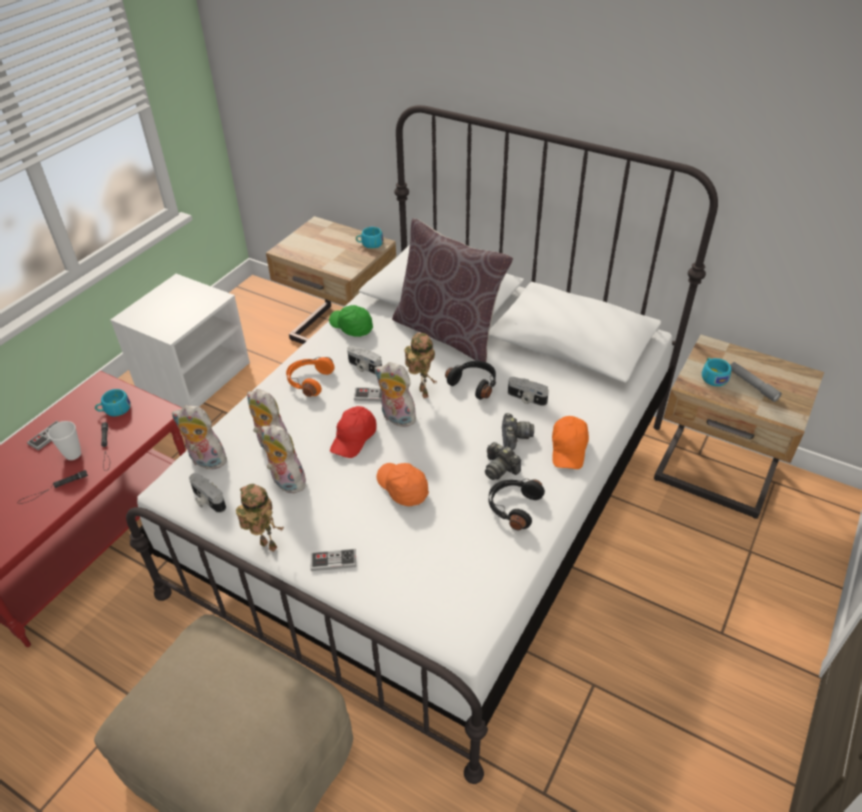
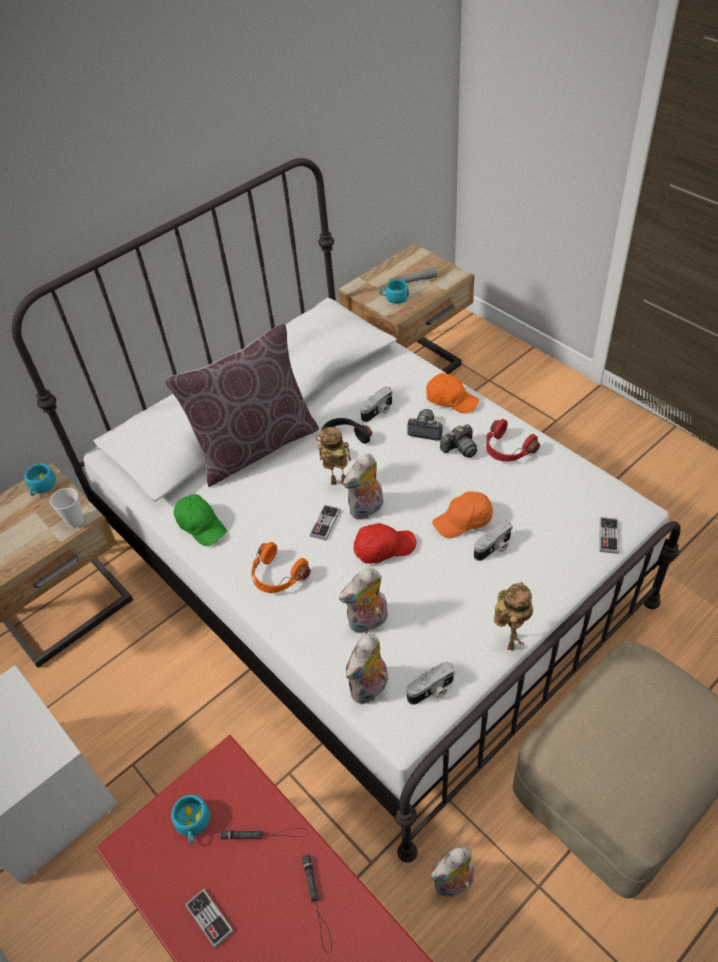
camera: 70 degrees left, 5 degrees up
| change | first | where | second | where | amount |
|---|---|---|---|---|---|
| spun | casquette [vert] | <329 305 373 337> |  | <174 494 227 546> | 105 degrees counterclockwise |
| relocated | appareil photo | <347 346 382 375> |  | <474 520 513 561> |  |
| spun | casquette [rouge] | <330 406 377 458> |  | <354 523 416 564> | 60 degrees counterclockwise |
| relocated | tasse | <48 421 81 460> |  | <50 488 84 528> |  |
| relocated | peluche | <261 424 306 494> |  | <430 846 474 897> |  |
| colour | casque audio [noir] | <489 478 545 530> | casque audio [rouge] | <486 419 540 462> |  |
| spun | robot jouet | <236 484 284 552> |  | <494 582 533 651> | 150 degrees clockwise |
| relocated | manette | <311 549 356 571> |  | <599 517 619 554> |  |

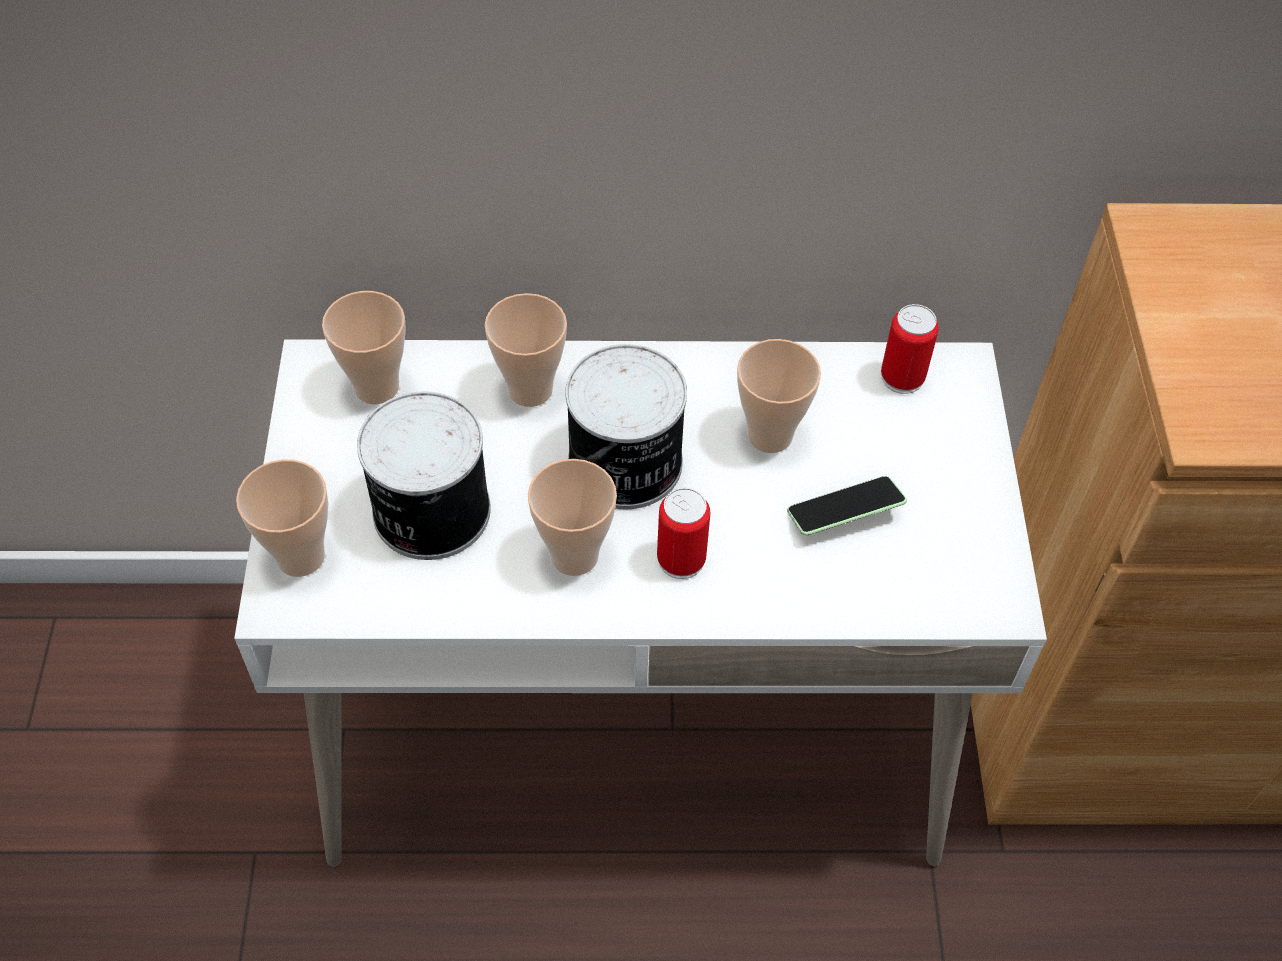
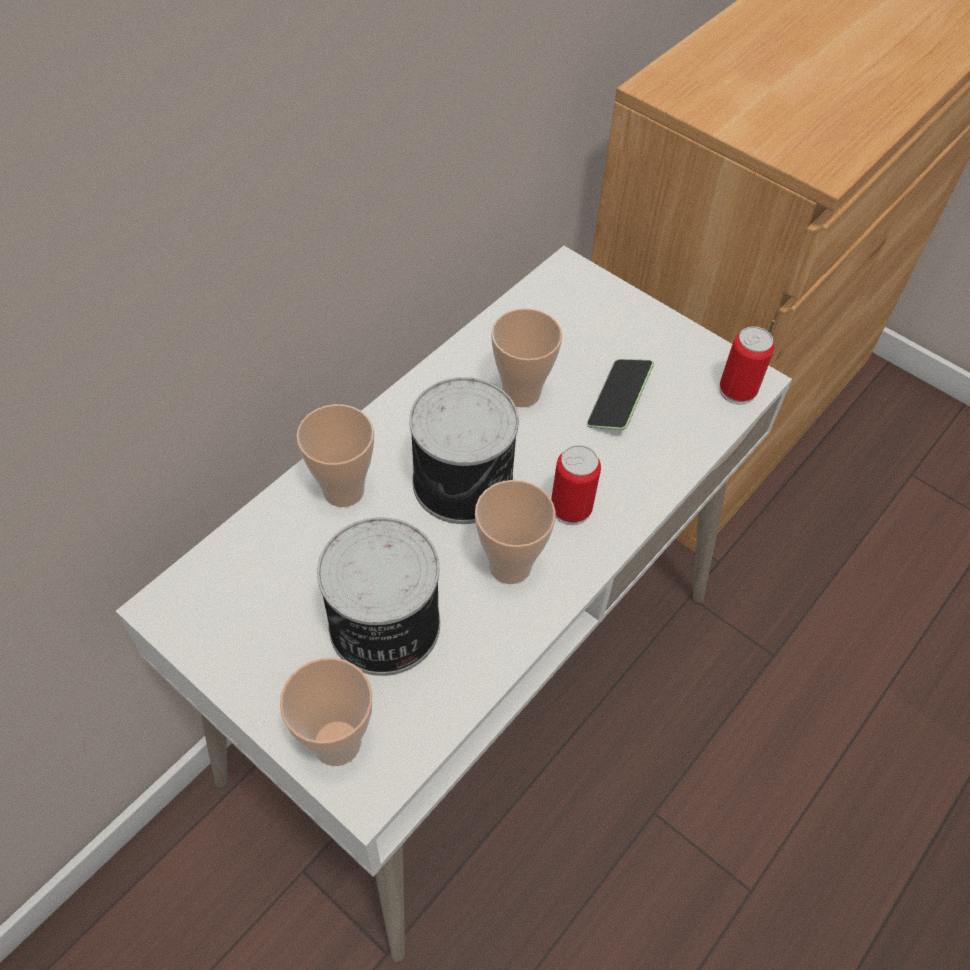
camera: 50 degrees left, 0 degrees up
| change | first | where | second | where | amount |
|---|---|---|---|---|---|
| missing | tasse | <322 291 406 404> |  |  |  |
| relocated | boîte métallique | <881 304 939 394> |  | <720 326 774 405> |  |

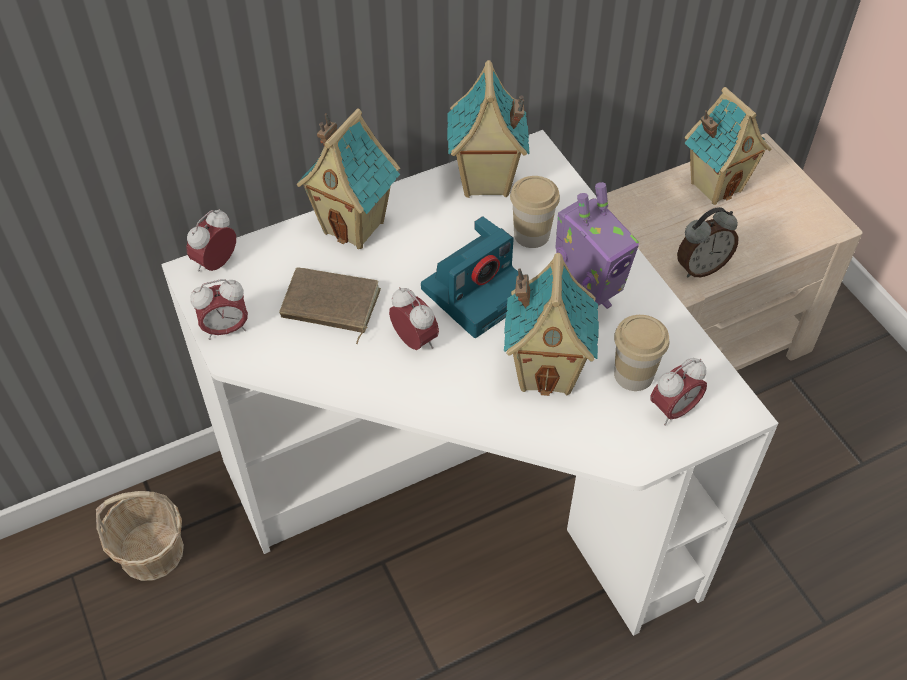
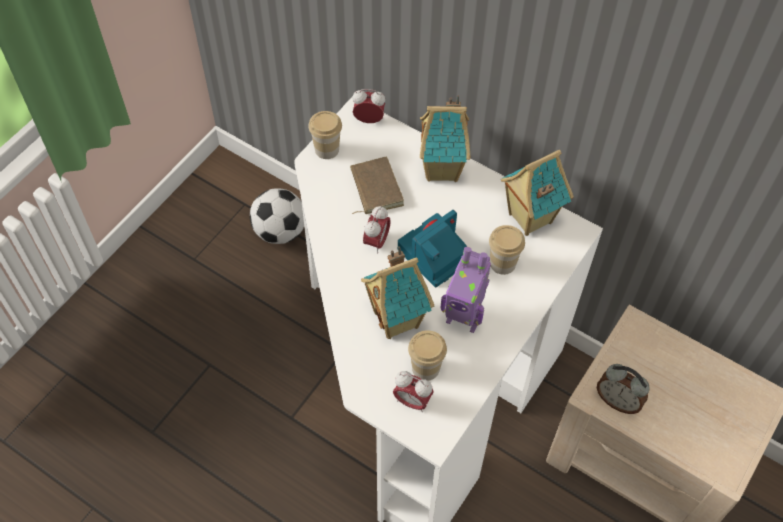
camera: 60 degrees right, 5 degrees up
| change | first | where | second | where | amount |
|---|---|---|---|---|---|
| missing | maison miniature | <685 87 771 205> |  |  |  |
| spun | appareil photo | <421 217 519 338> |  | <398 210 468 287> | 120 degrees clockwise |
| exchanged | réveil | <190 279 248 340> | tasse | <308 111 342 159> |  |
| exchanged | panier | <96 491 184 581> | ballon de foot | <250 188 304 244> |  |

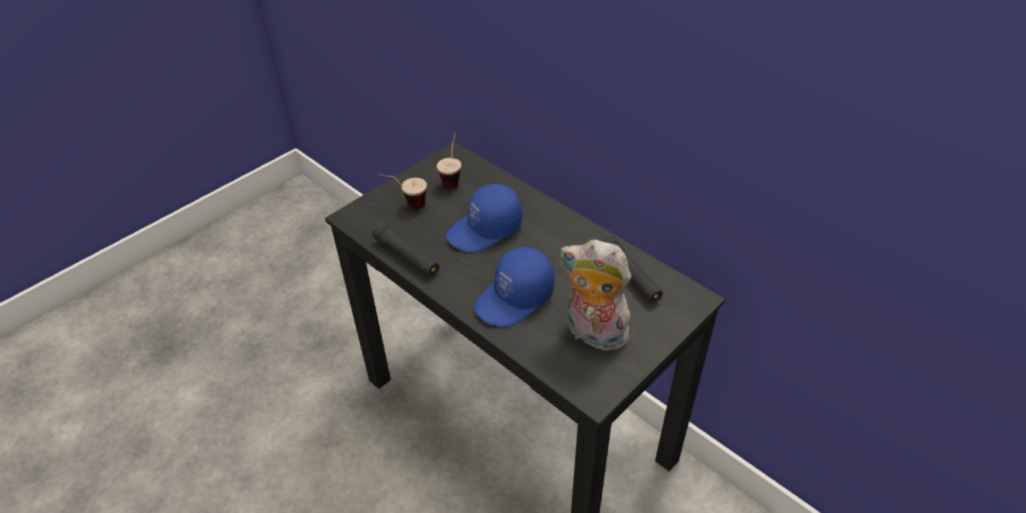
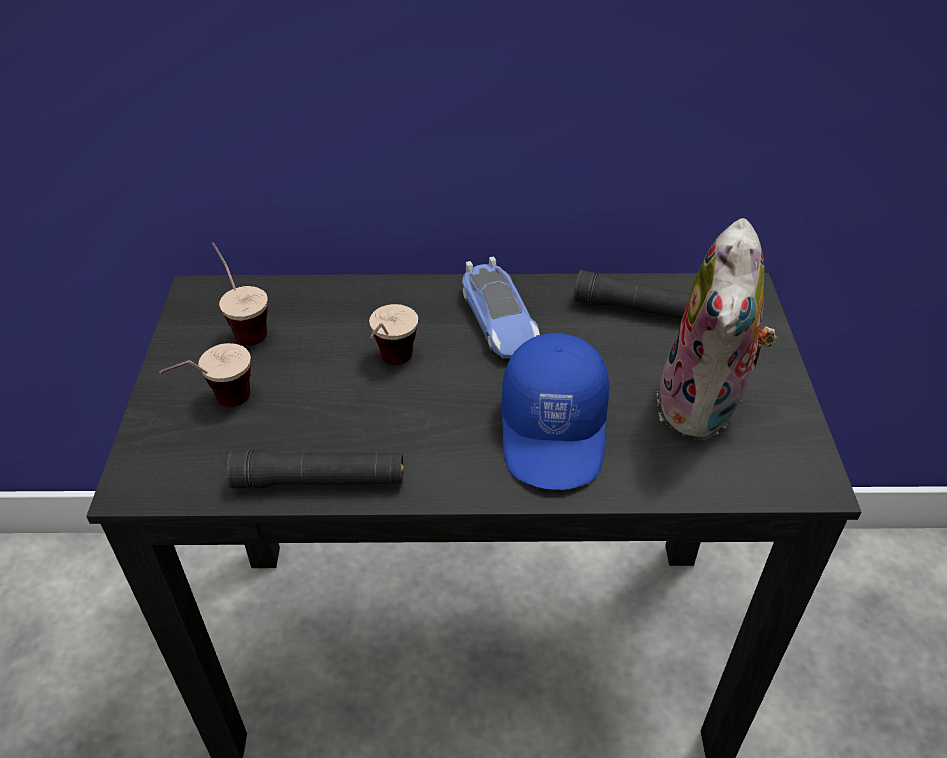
camera: 45 degrees left, 0 degrees up
| change | first | where | second | where | amount |
|---|---|---|---|---|---|
| exchanged | casquette [bleu] | <446 184 522 253> | tasse | <369 304 418 365> |  |
| spun | peluche | <560 240 632 353> |  | <657 218 778 440> | 60 degrees counterclockwise |
| appeared |  |  | petite voiture | <462 256 540 359> |  |

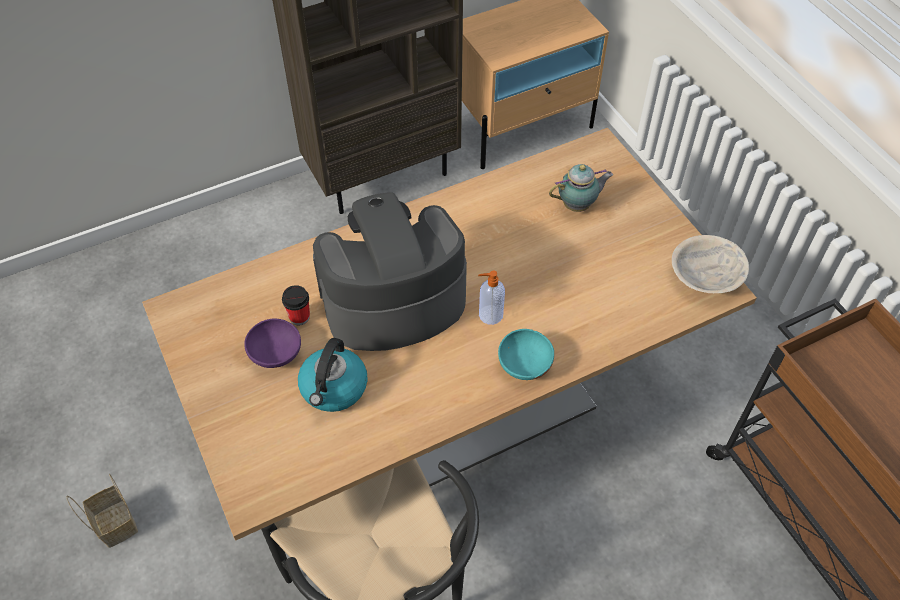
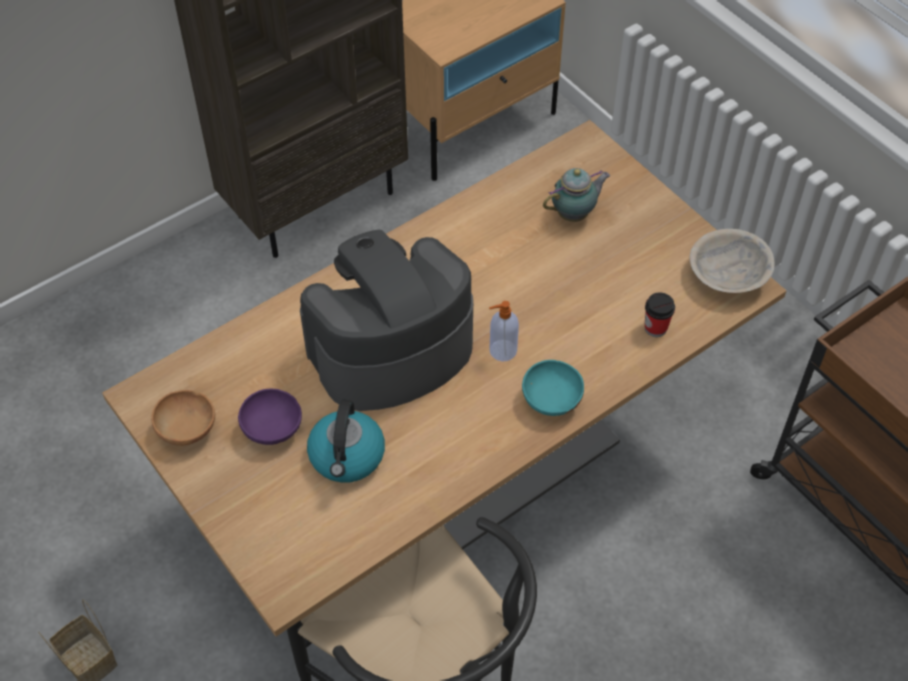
camera: 10 degrees left, 0 degrees up
| change | first | where | second | where | amount |
|---|---|---|---|---|---|
| relocated | tasse | <282 285 310 325> |  | <645 292 675 337> |  |
| appeared |  |  | bol [marron] | <151 390 215 446> |  |

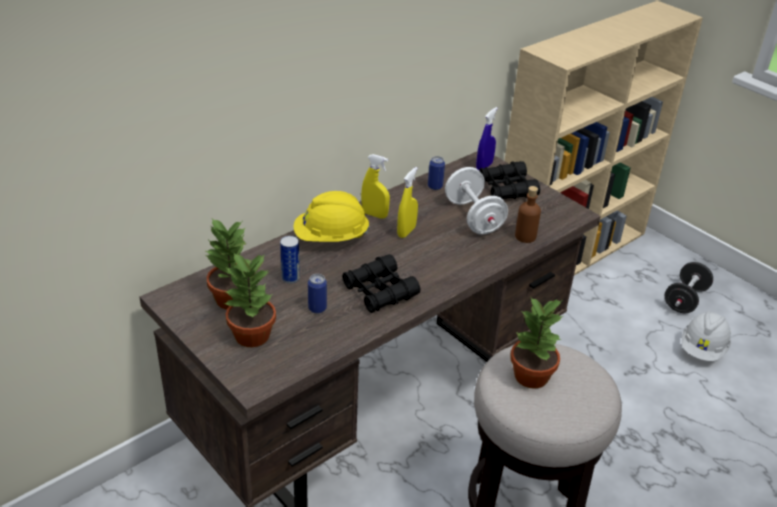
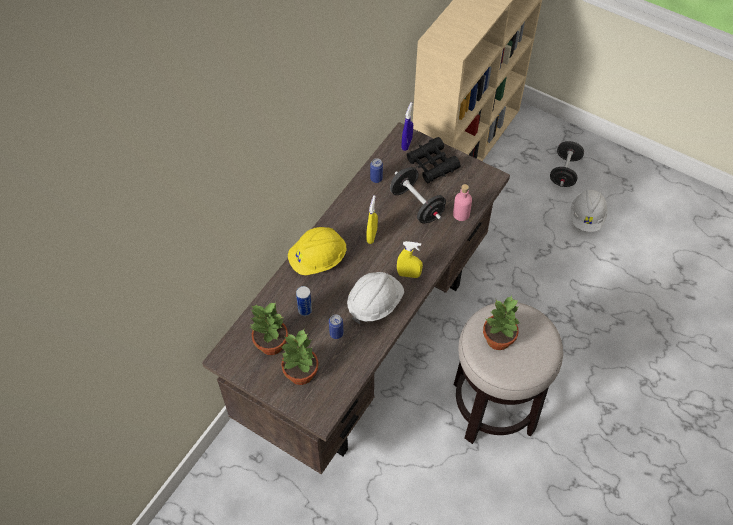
camera: 15 degrees left, 20 degrees up
| change | first | where | second | where | amount |
|---|---|---|---|---|---|
| relocated | vaporisateur [jaune] | <361 154 390 218> |  | <397 241 423 278> |  |
| colour | haltère [blanc] | <445 167 508 235> | haltère [noir] | <390 167 446 223> |  |
| colour | bouteille [marron] | <515 186 541 243> | bouteille [rose] | <453 184 472 221> |  |
| exchanged | jumelles [noir] | <343 254 420 313> | casque de chantier [blanc] | <347 272 404 324> |  |

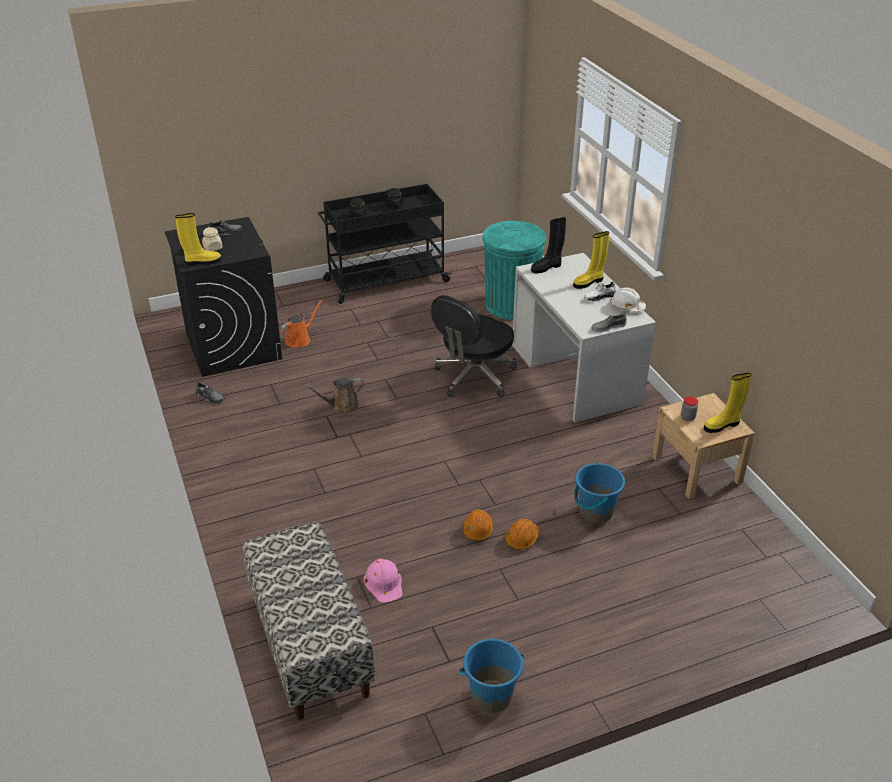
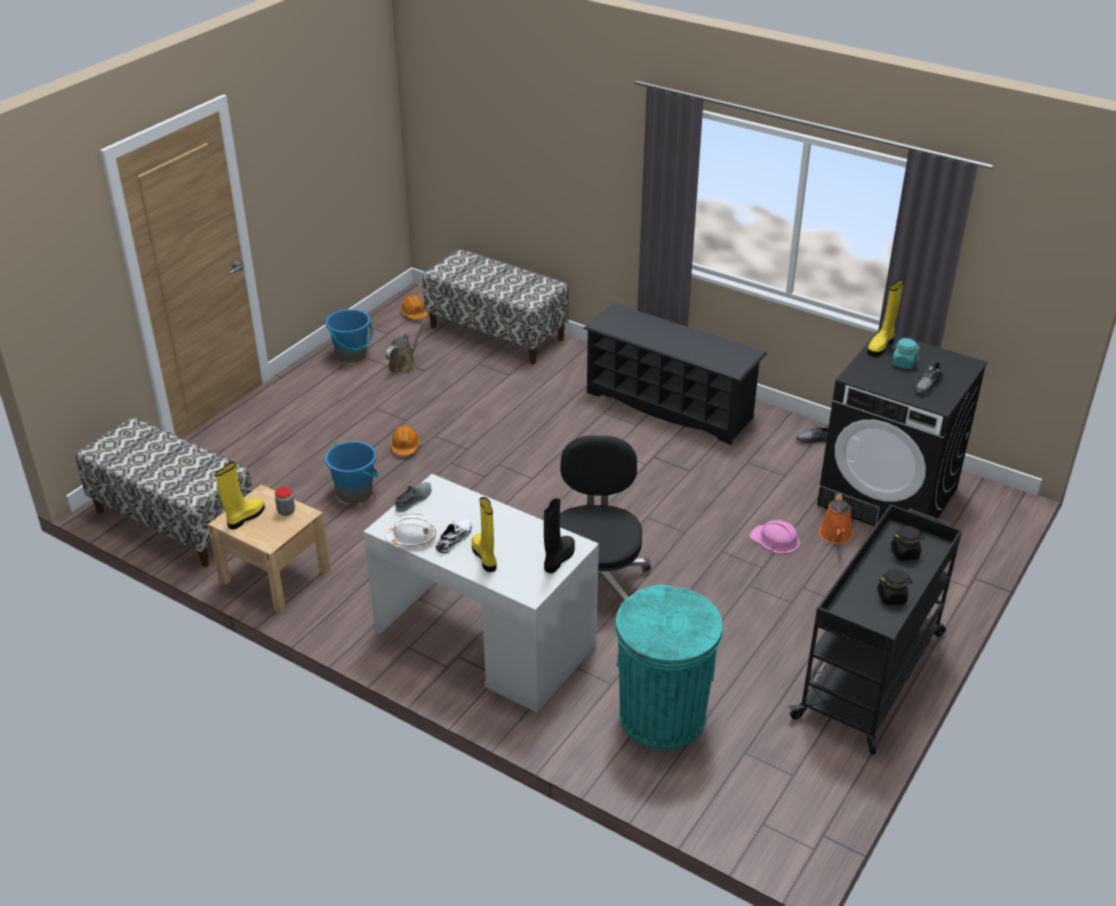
camera: 145 degrees right, 0 degrees up
| change | first | where | second | where | amount |
|---|---|---|---|---|---|
| colour | bocal [beige] | <202 227 223 251> | bocal [turquoise] | <892 338 920 369> |  |
| spun | botte [jaune] | <573 231 609 289> |  | <472 497 497 572> | 45 degrees counterclockwise |
| relocated | arrosoir [marron] | <305 378 364 413> |  | <385 319 426 374> |  |
| relocated | casque de chantier [orange] | <463 509 493 541> |  | <401 295 428 320> |  |
| relocated | casque de chantier [rose] | <363 559 402 603> |  | <749 520 800 554> |  |
| appeared |  |  | étagère à chaussures [noir] | <583 303 768 445> |  |
| appeared |  |  | banc | <76 417 253 567> |  |

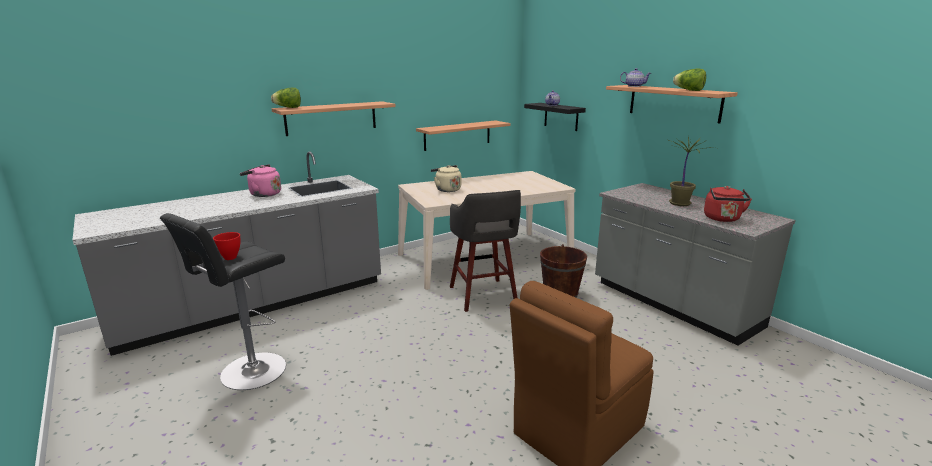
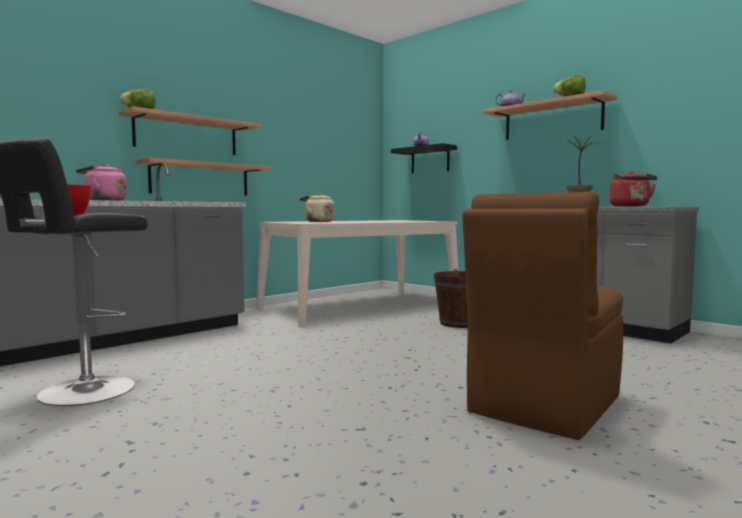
camera: 10 degrees left, 15 degrees down
| change | first | where | second | where | amount |
|---|---|---|---|---|---|
| relocated | étagère | <416 120 511 151> |  | <135 158 272 196> |  |
| missing | tabouret [gris] | <450 190 521 312> |  |  |  |

